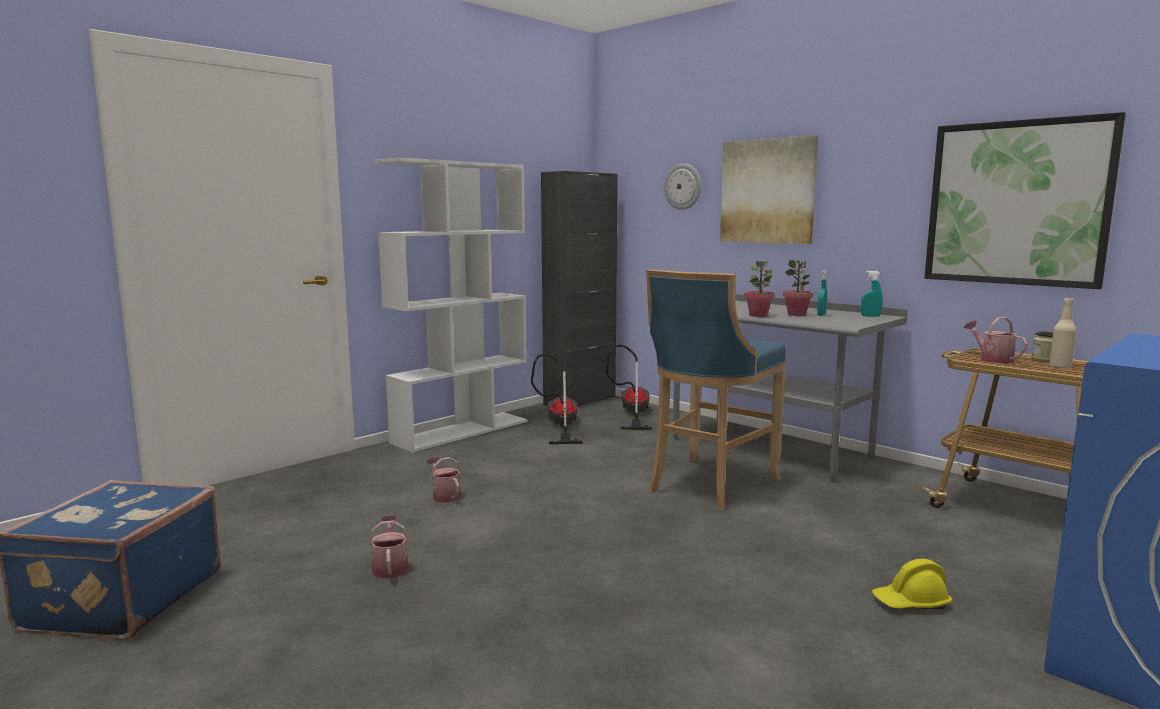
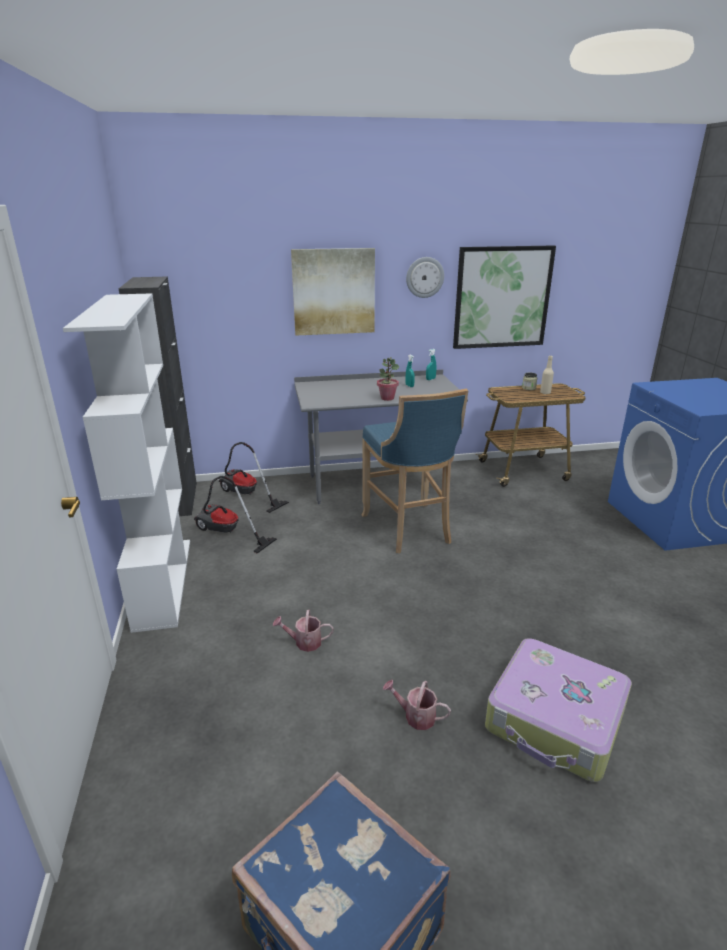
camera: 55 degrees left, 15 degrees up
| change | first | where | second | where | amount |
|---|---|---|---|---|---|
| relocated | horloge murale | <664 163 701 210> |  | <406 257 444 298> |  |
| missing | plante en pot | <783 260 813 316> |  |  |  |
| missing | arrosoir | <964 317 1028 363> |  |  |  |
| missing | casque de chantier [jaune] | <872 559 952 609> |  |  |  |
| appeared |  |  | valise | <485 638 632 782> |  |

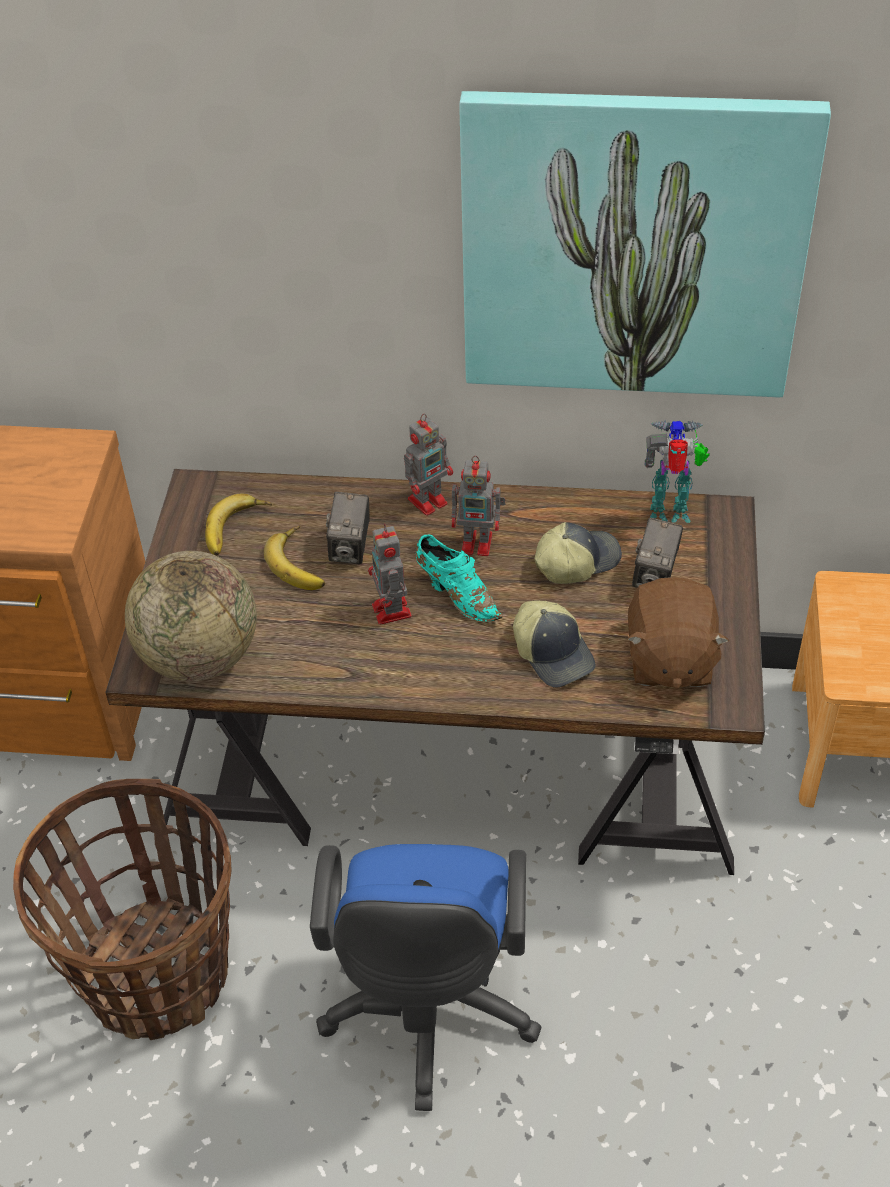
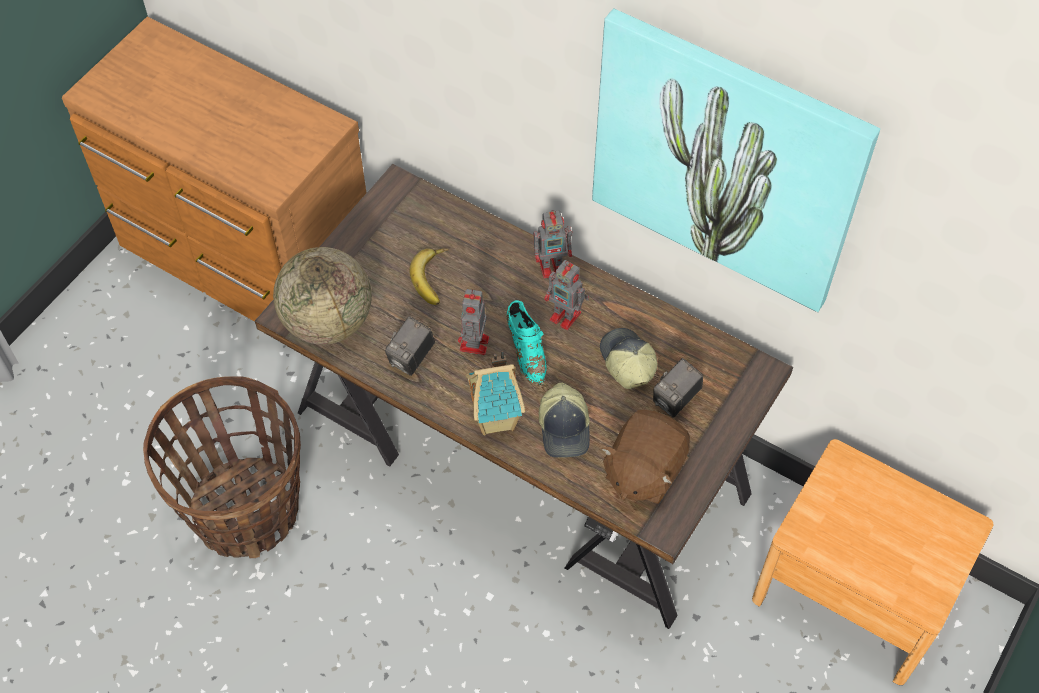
camera: 25 degrees right, 10 degrees up
| change | first | where | second | where | amount |
|---|---|---|---|---|---|
| missing | robot jouet | <645 420 710 523> |  |  |  |
| relocated | appareil photo | <326 492 370 564> |  | <385 316 435 376> |  |
| missing | banane | <205 494 272 556> |  |  |  |
| spun | casquette | <534 522 622 584> |  | <600 328 657 389> | 105 degrees counterclockwise |
| missing | chaise de bureau [bleu] | <310 844 541 1111> |  |  |  |
| appeared |  |  | maison miniature | <466 351 525 436> |  |

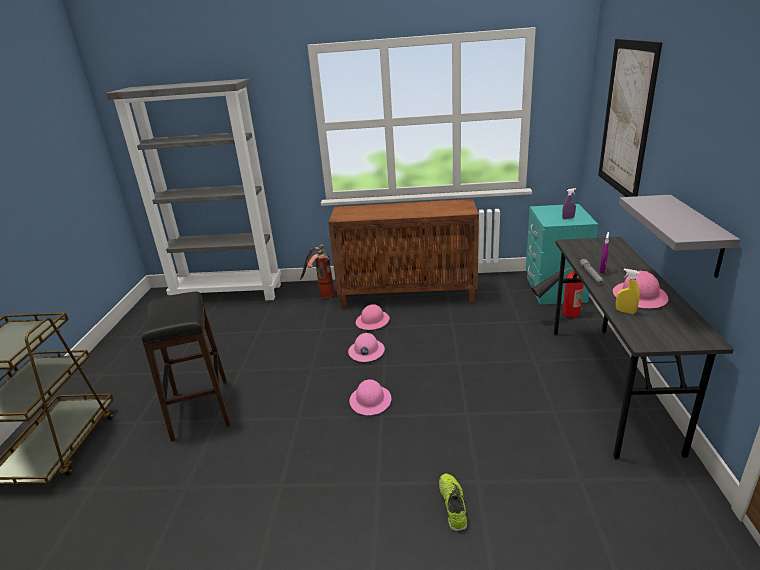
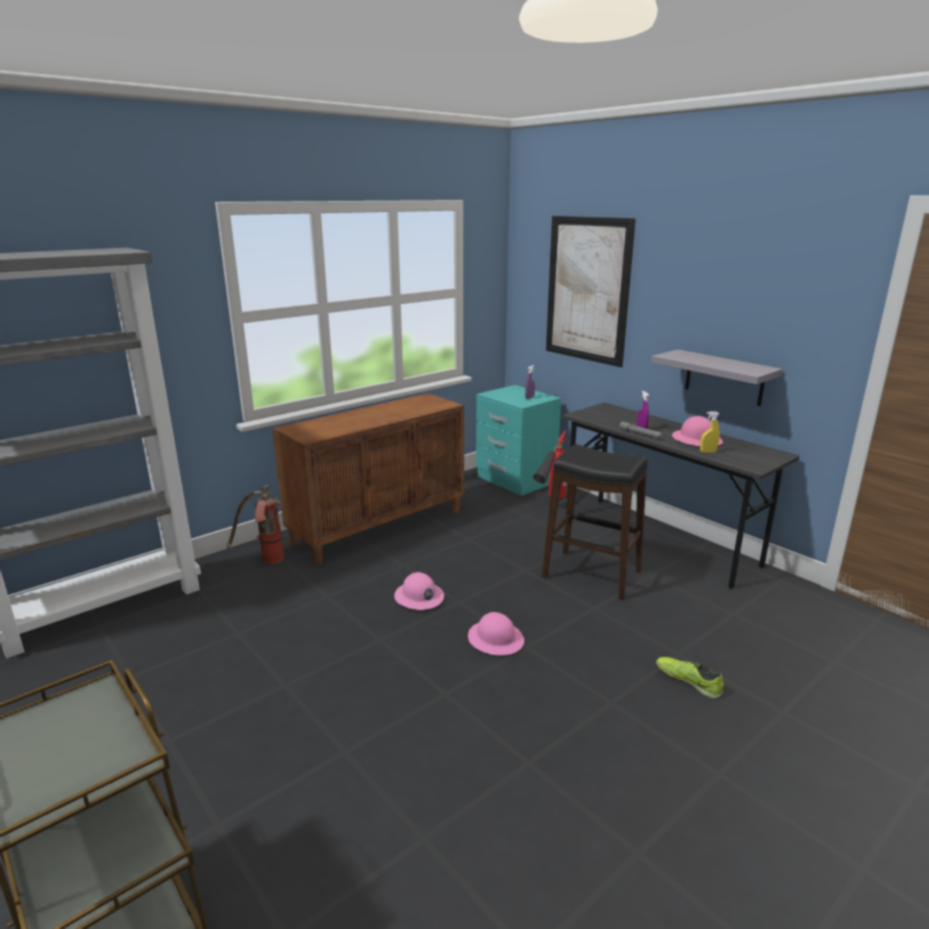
camera: 45 degrees left, 5 degrees down
| change | first | where | second | where | amount |
|---|---|---|---|---|---|
| relocated | tabouret [noir] | <142 292 230 441> |  | <542 444 648 600> |  |
| missing | casque de chantier [rose] | <356 304 390 330> |  |  |  |

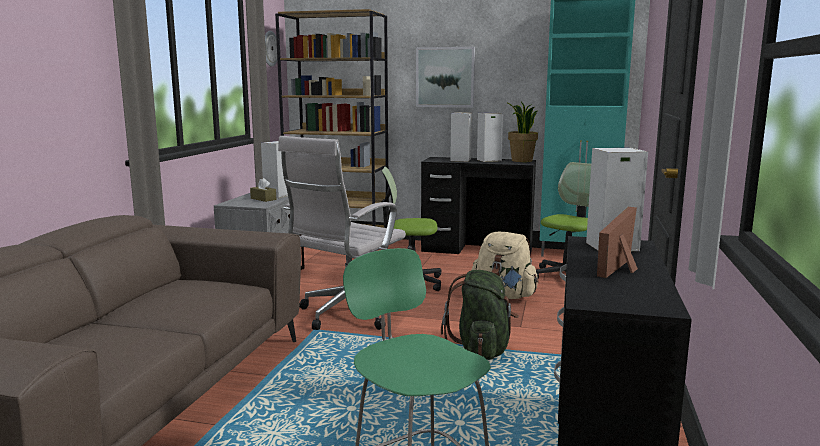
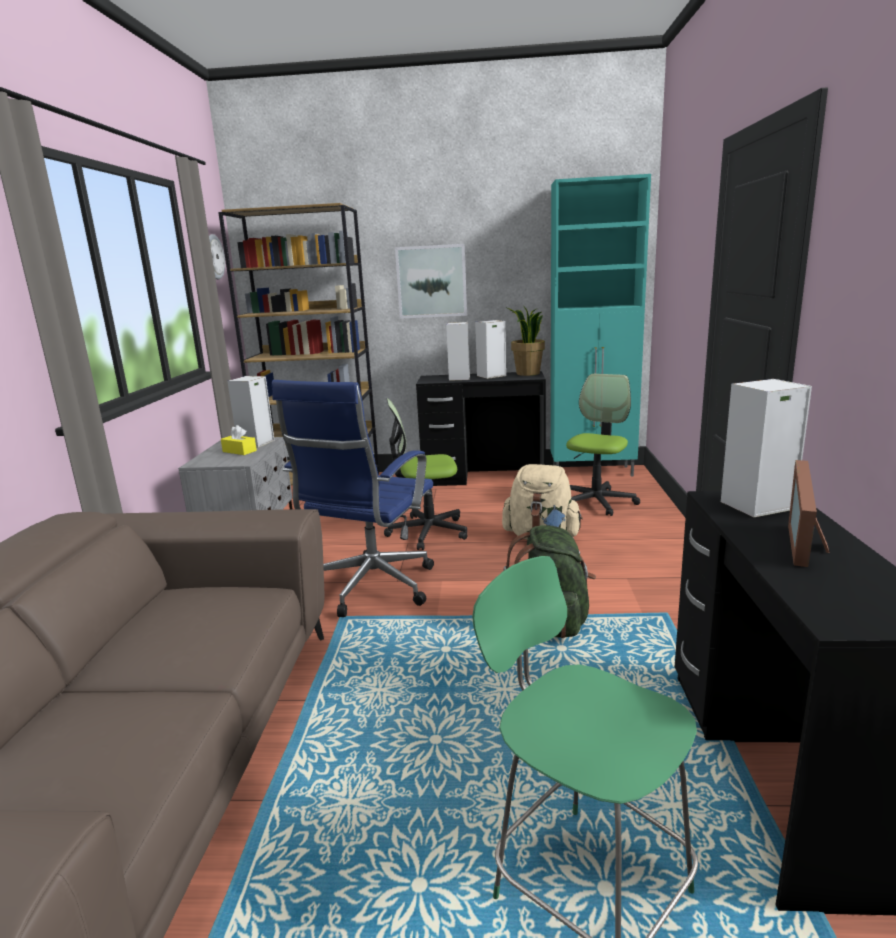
camera: 10 degrees left, 5 degrees up
| change | first | where | second | where | amount |
|---|---|---|---|---|---|
| colour | chaise de bureau [blanc] | <278 136 406 330> | chaise de bureau [bleu] | <272 380 434 617> |  |
| colour | boîte à mouchoirs [marron] | <250 178 276 202> | boîte à mouchoirs [jaune] | <221 425 257 455> |  |

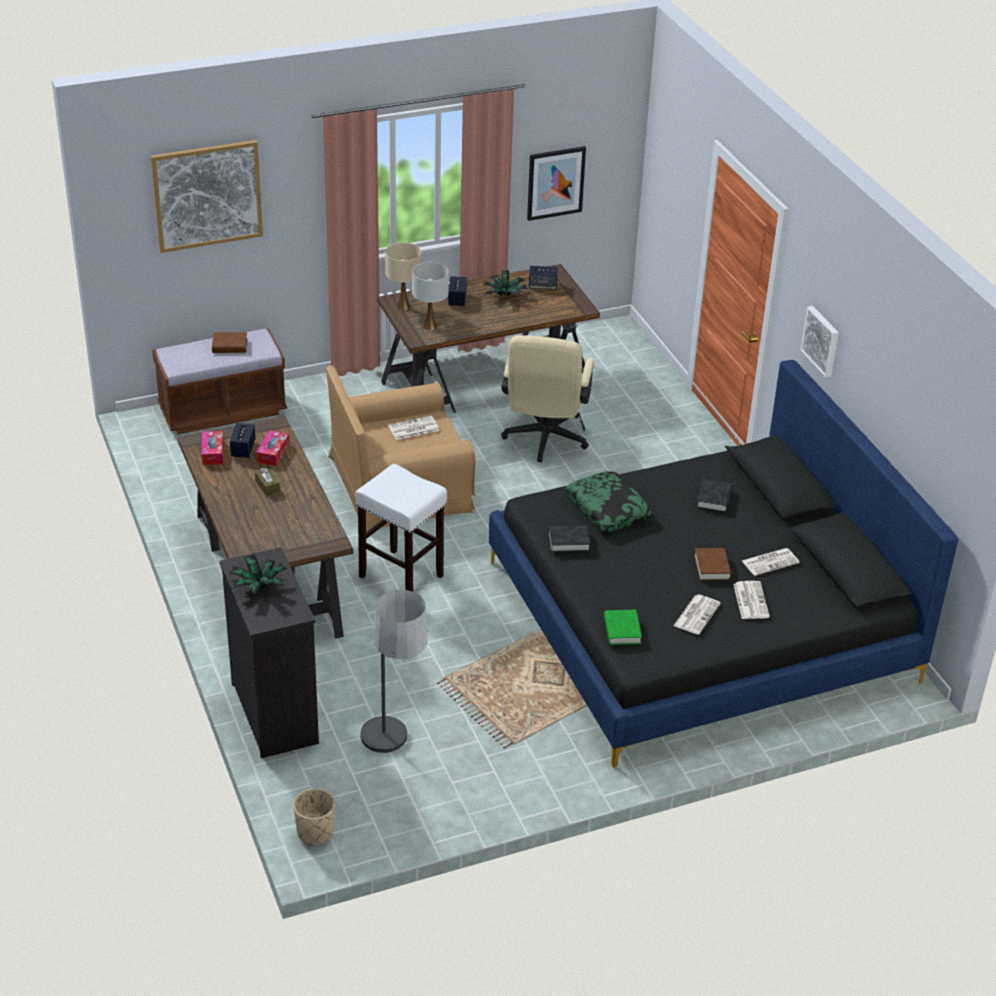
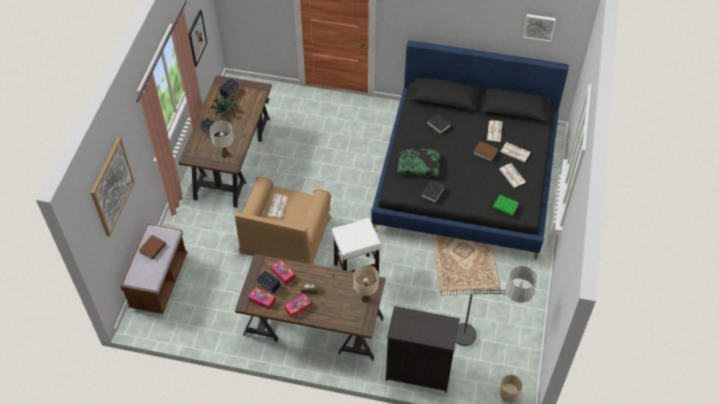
camera: 55 degrees left, 15 degrees up
| change | first | where | second | where | amount |
|---|---|---|---|---|---|
| relocated | lampe de table [beige] | <385 243 421 310> |  | <353 265 379 303> |  |
| relocated | tableau | <800 306 839 378> |  | <523 14 556 42> |  |
| missing | chaise de bureau [beige] | <501 335 594 462> |  |  |  |
| missing | plante en pot | <229 554 288 595> |  |  |  |
| appeared |  |  | boîte à mouchoirs | <285 294 312 318> |  |

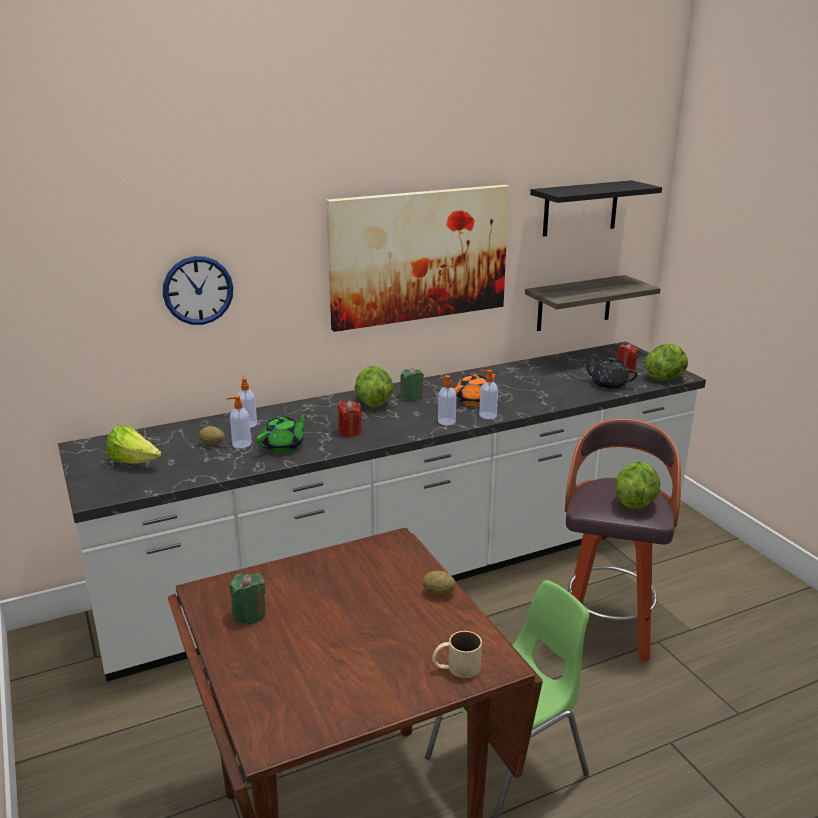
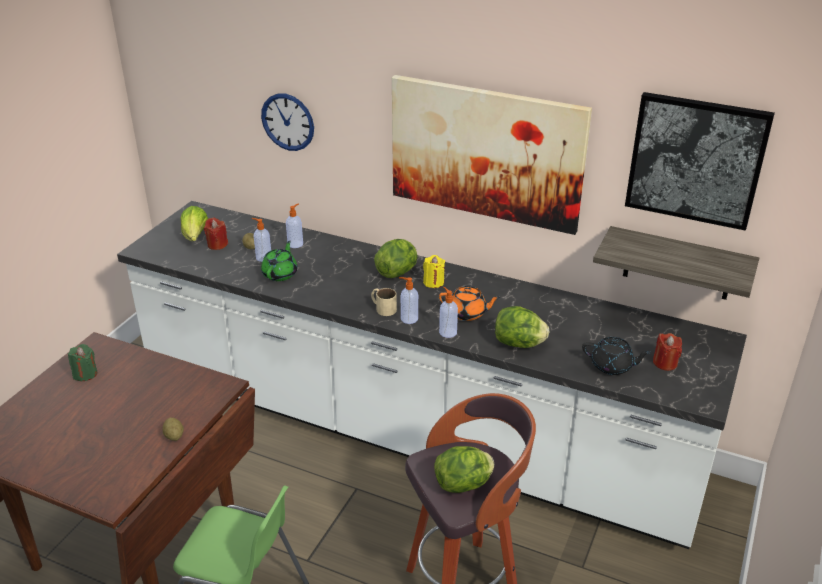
camera: 50 degrees right, 10 degrees up
| change | first | where | second | where | amount |
|---|---|---|---|---|---|
| exchanged | étagère [noir] | <530 180 662 236> | tableau | <625 92 775 231> |  |
| relocated | laitue | <644 344 688 381> |  | <495 306 549 348> |  |
| spun | théière [noir] | <582 358 638 389> |  | <582 337 651 375> | 120 degrees clockwise |
| colour | bougie [vert] | <400 367 424 401> | bougie [jaune] | <423 255 445 288> |  |
| relocated | bougie [rouge] | <338 400 362 437> |  | <204 217 228 250> |  |
| spun | théière [vert] | <257 412 308 453> |  | <261 241 297 281> | 75 degrees counterclockwise |
| relocated | mug [beige] | <432 631 482 678> |  | <371 288 397 316> |  |

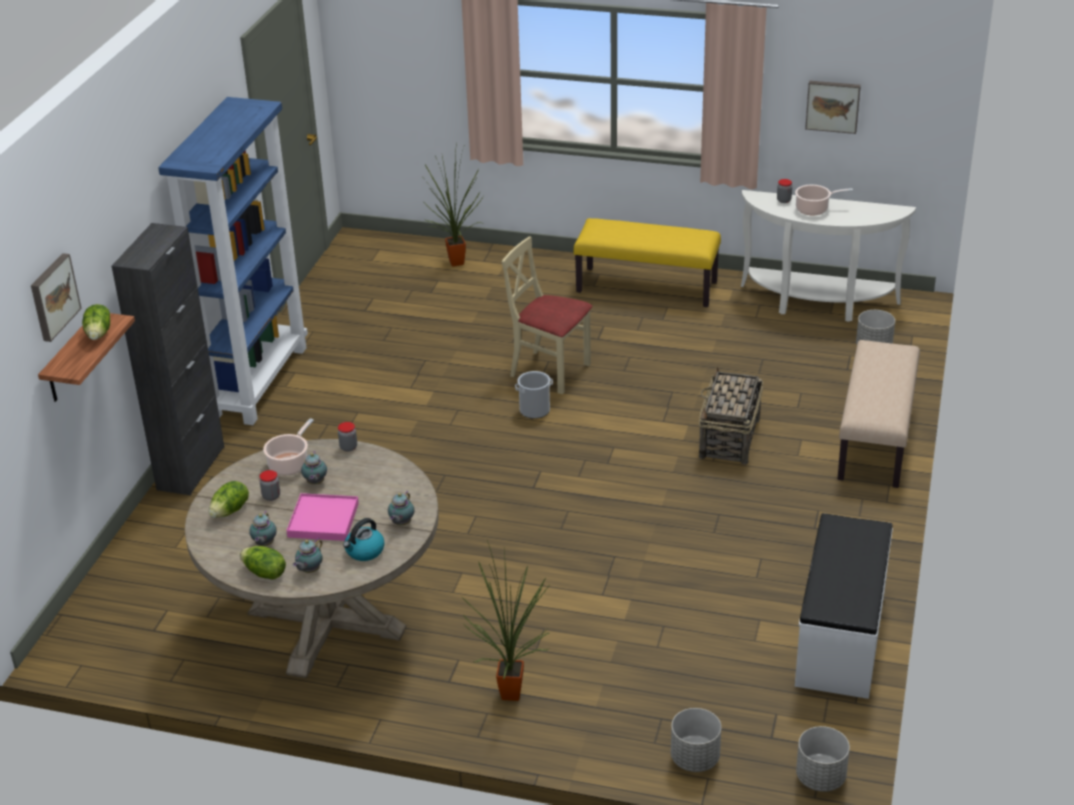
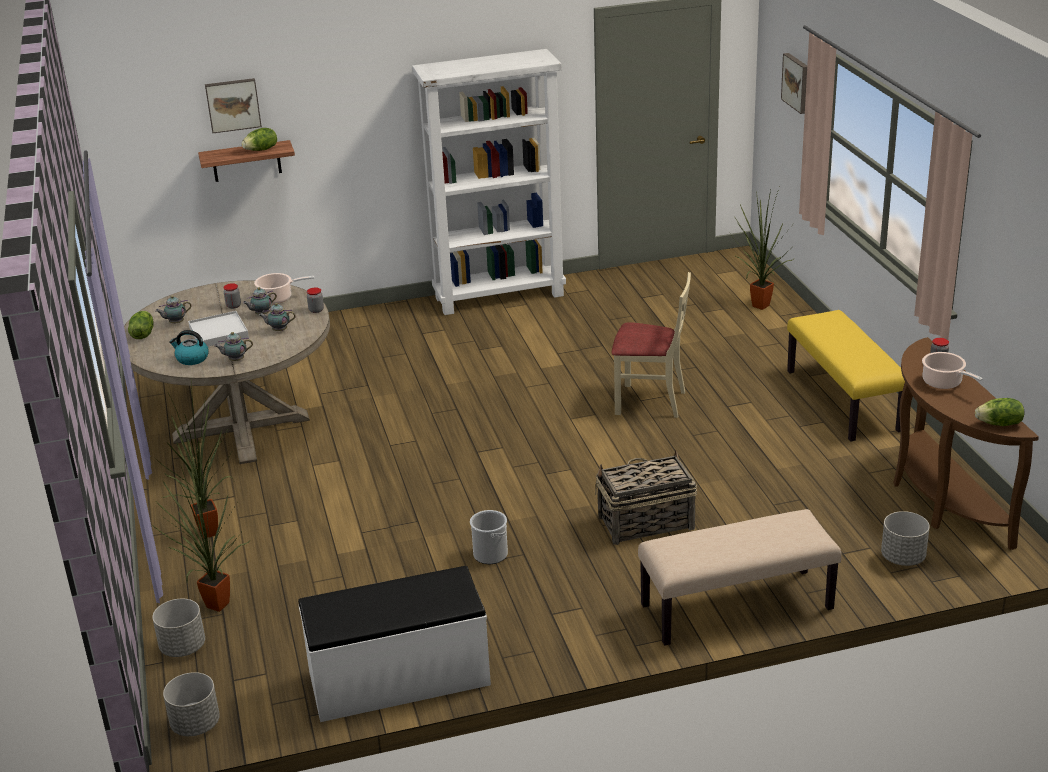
camera: 60 degrees right, 5 degrees down
| change | first | where | second | where | amount |
|---|---|---|---|---|---|
| relocated | tableau | <805 81 861 134> |  | <781 53 807 114> |  |
| colour | bibliothèque [bleu] | <158 97 308 425> | bibliothèque [blanc] | <412 49 566 315> |  |
| colour | table console [blanc] | <741 190 916 322> | table console [marron] | <893 337 1039 550> |  |
| missing | meuble de rangement [noir] | <112 223 224 495> |  |  |  |
| spun | chaise [beige] | <501 236 592 394> |  | <612 272 691 418> | 105 degrees clockwise |
| relocated | seau | <515 371 553 419> |  | <470 510 508 564> |  |
| relocated | laitue | <209 481 249 518> |  | <975 398 1024 426> |  |
| colour | plateau [rose] | <286 493 359 541> | plateau [blanc] | <188 311 249 346> |  |
| relocated | théière | <292 538 322 573> |  | <259 303 296 331> |  |
| appeared |  |  | plante en pot | <154 458 250 612> |  |

